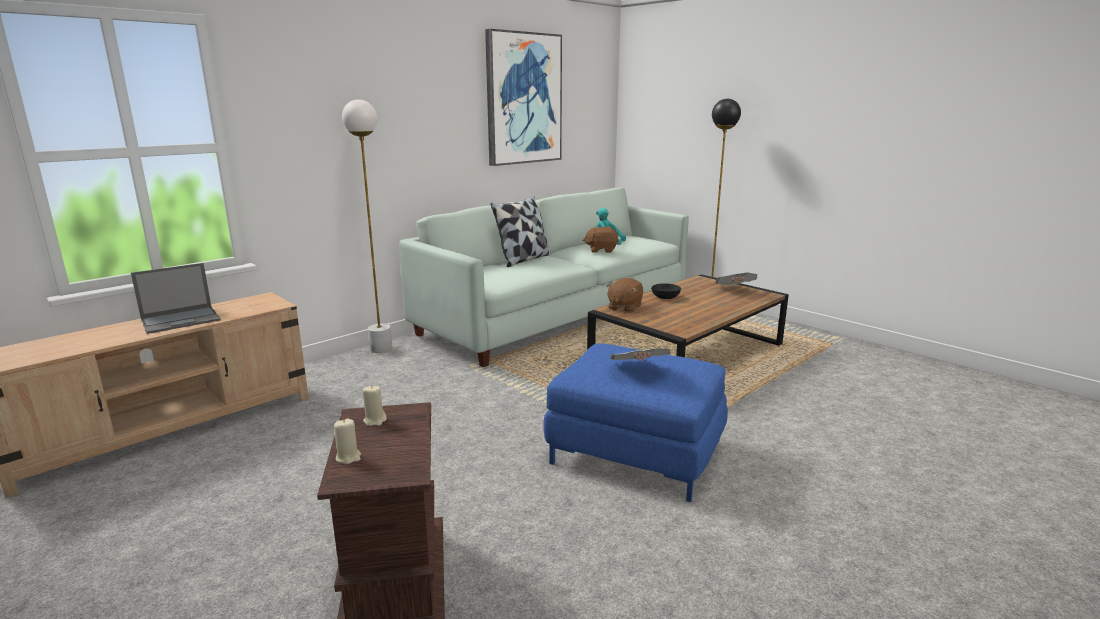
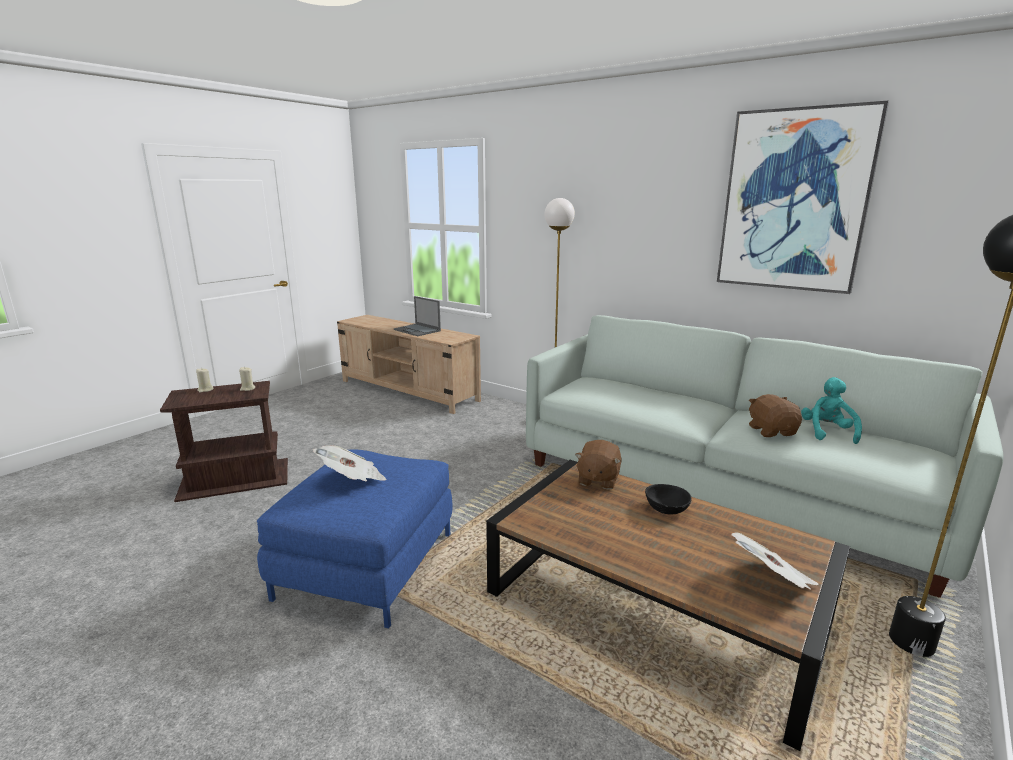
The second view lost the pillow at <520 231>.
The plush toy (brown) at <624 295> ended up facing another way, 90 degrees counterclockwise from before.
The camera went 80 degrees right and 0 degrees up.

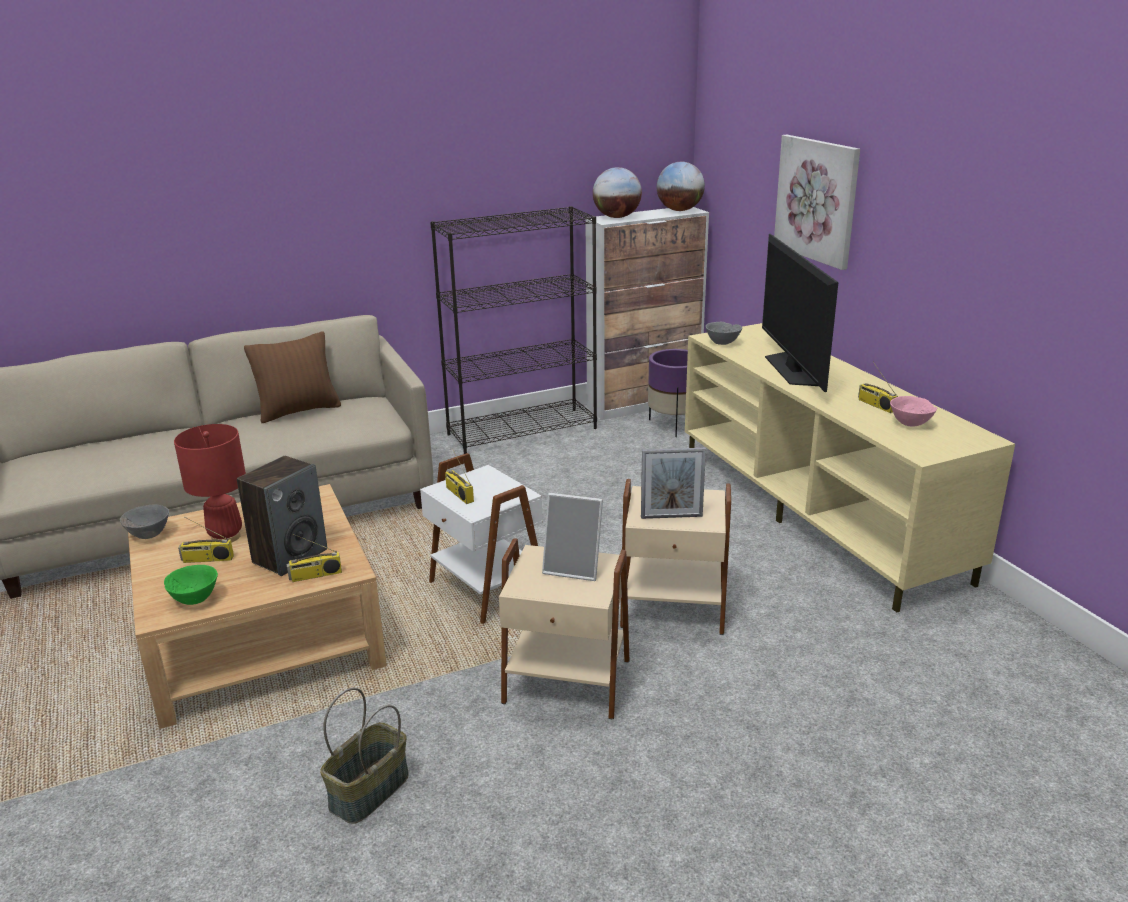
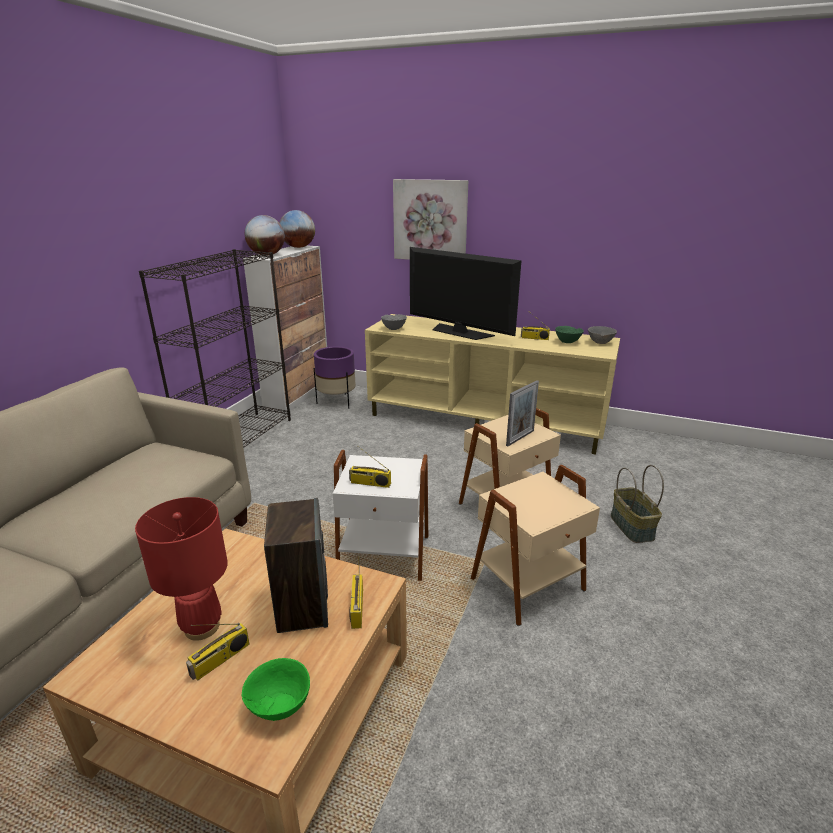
The bowl (grey) ended up elsewhere, having gone from <144 522> to <602 335>.
The second view lost the pillow (brown) at <292 377>.
The radio at <314 558> ended up facing another way, 150 degrees clockwise from before.
The basket ended up elsewhere, having gone from <364 756> to <637 504>.
The second view lost the picture frame at <572 537>.
What was the bowl (pink) at <913 411> turned into the bowl (green) at <569 334>.
The camera went 45 degrees left and 0 degrees up.

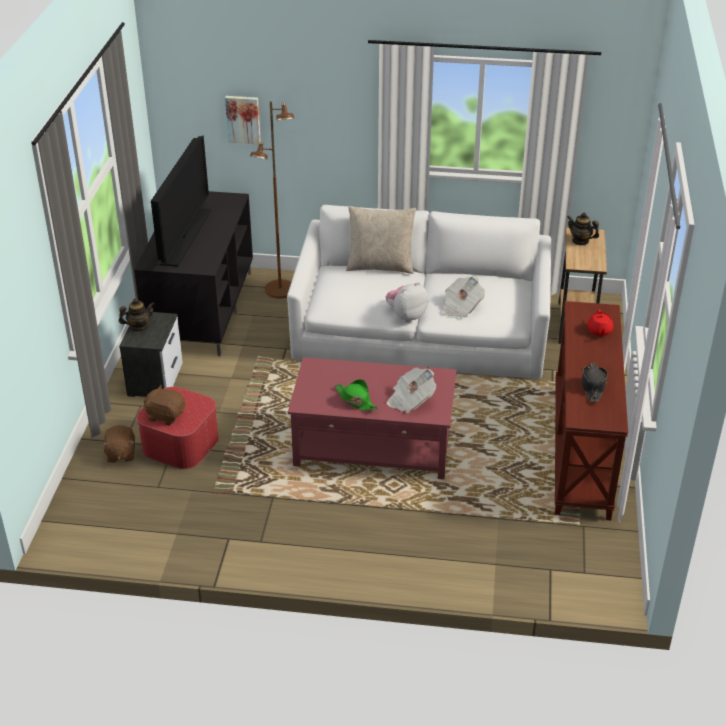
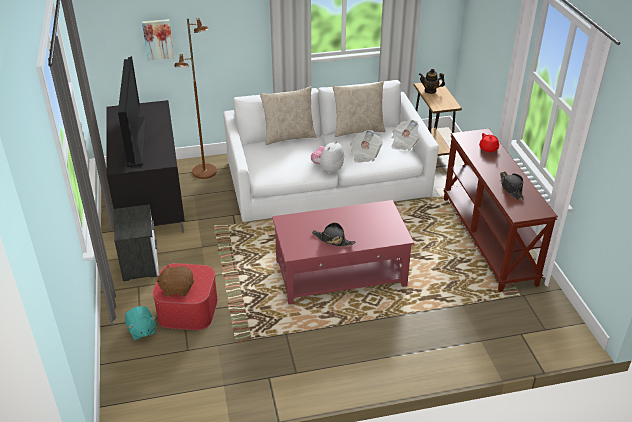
What was the plush toy (brown) at <118 444> turned into the plush toy (turquoise) at <140 323>.
The second view lost the teapot at <137 314>.
What was the hat (green) at <356 395> turned into the hat (black) at <333 234>.
The newspaper ended up elsewhere, having gone from <411 390> to <405 135>.
The second view gained the pillow (beige) at <359 109>.
The camera went 20 degrees left and 0 degrees up.

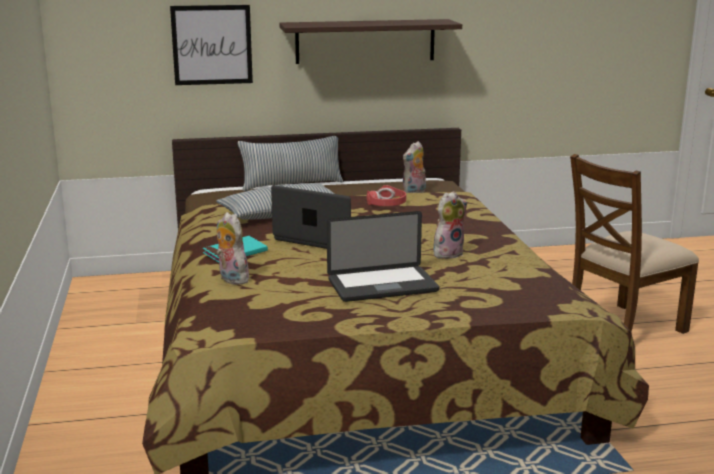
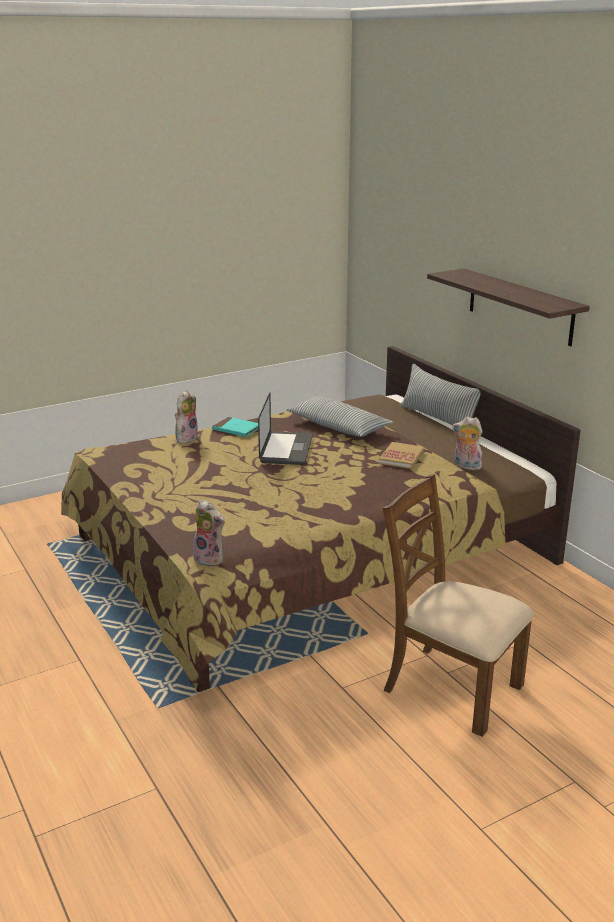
The second view lost the picture at <211 45>.
The second view lost the laptop at <383 256>.
Where the headphones (red) stood at <386 195>, the book came to stand at <401 455>.
The plush toy ended up elsewhere, having gone from <450 225> to <209 533>.
The camera went 70 degrees right and 5 degrees up.

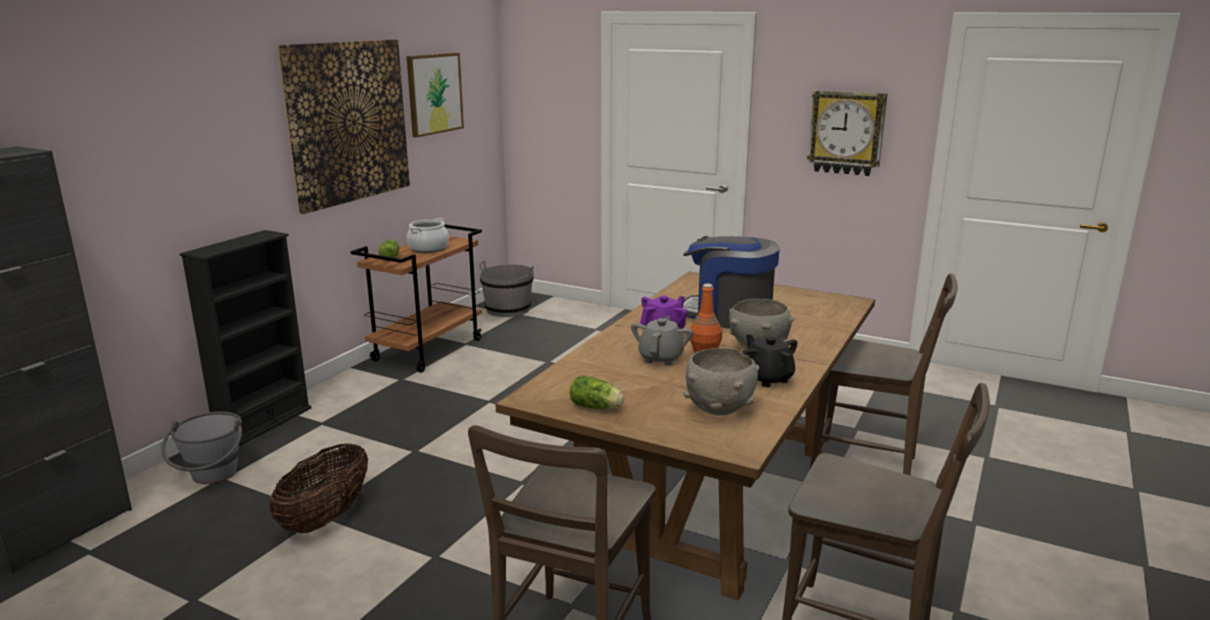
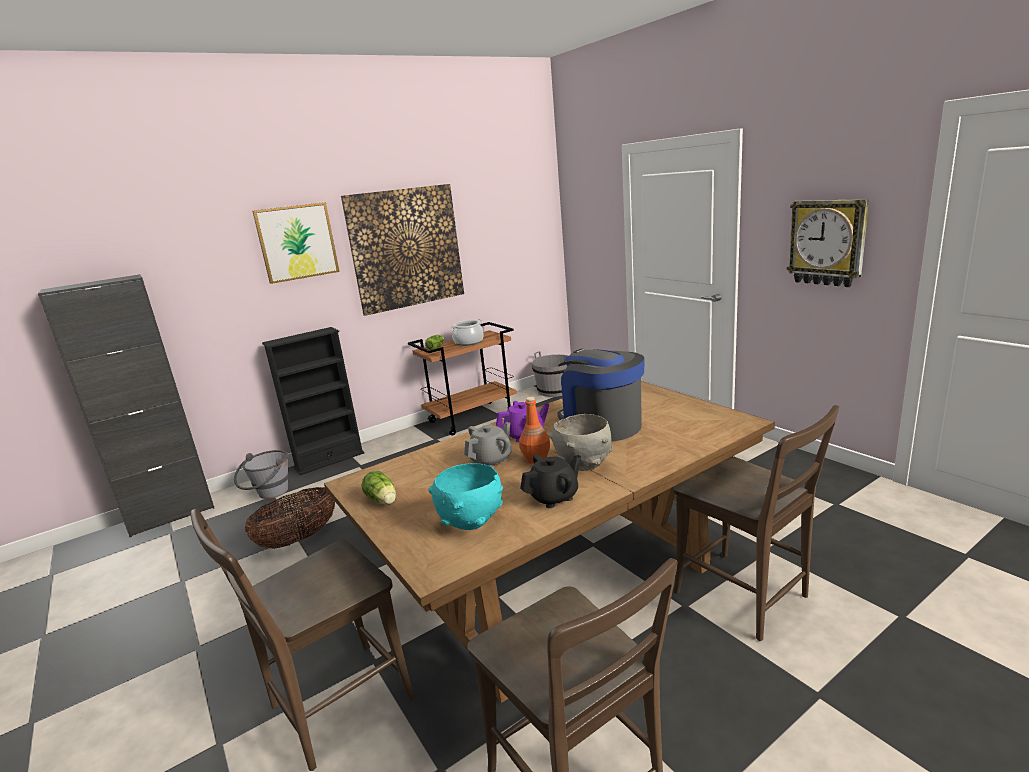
The picture ended up elsewhere, having gone from <435 95> to <296 243>.
What was the bowl (grey) at <721 381> turned into the bowl (turquoise) at <466 496>.
The teapot (black) at <769 360> ended up facing another way, 60 degrees clockwise from before.
The camera went 30 degrees right and 0 degrees up.

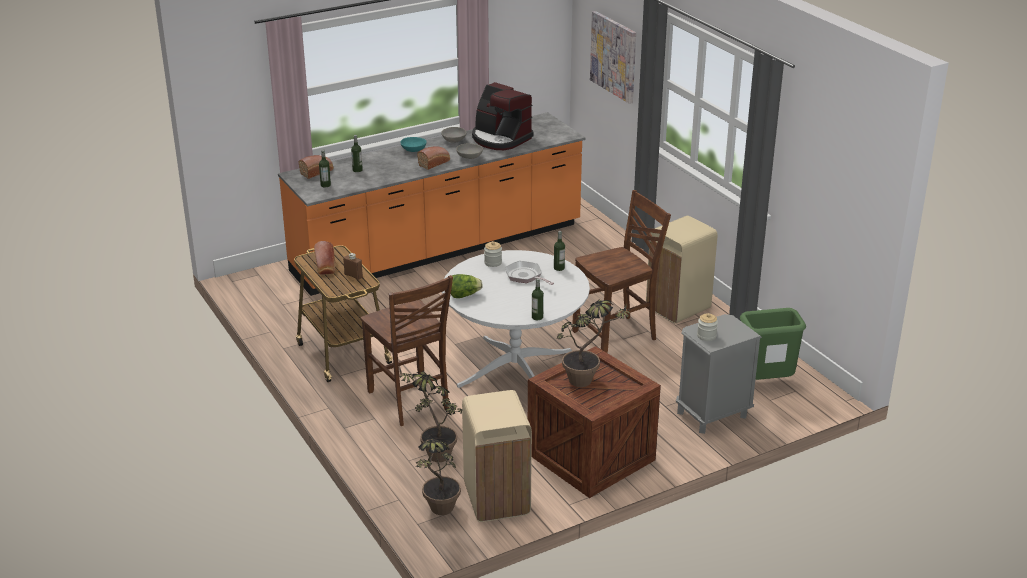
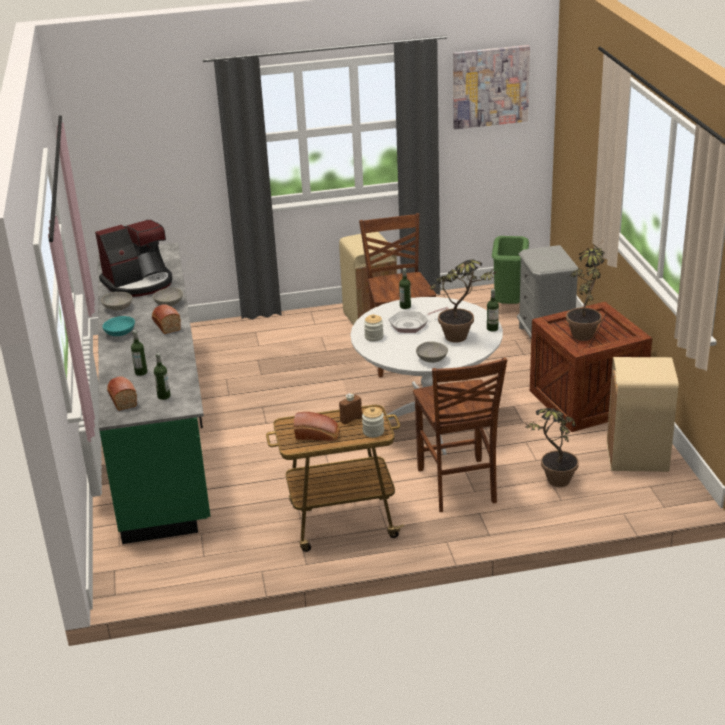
What was the counter (orange) at <432 204> turned into the counter (green) at <154 393>.
The chair (brown) at <407 350> ended up facing another way, 90 degrees clockwise from before.
The potted plant ended up elsewhere, having gone from <438 476> to <463 301>.
Where the lettuce stood at <467 286>, the bowl (grey) came to stand at <432 352>.
The picture ended up elsewhere, having gone from <613 57> to <491 87>.
The jar ended up elsewhere, having gone from <707 327> to <373 422>.
The camera went 70 degrees left and 0 degrees up.

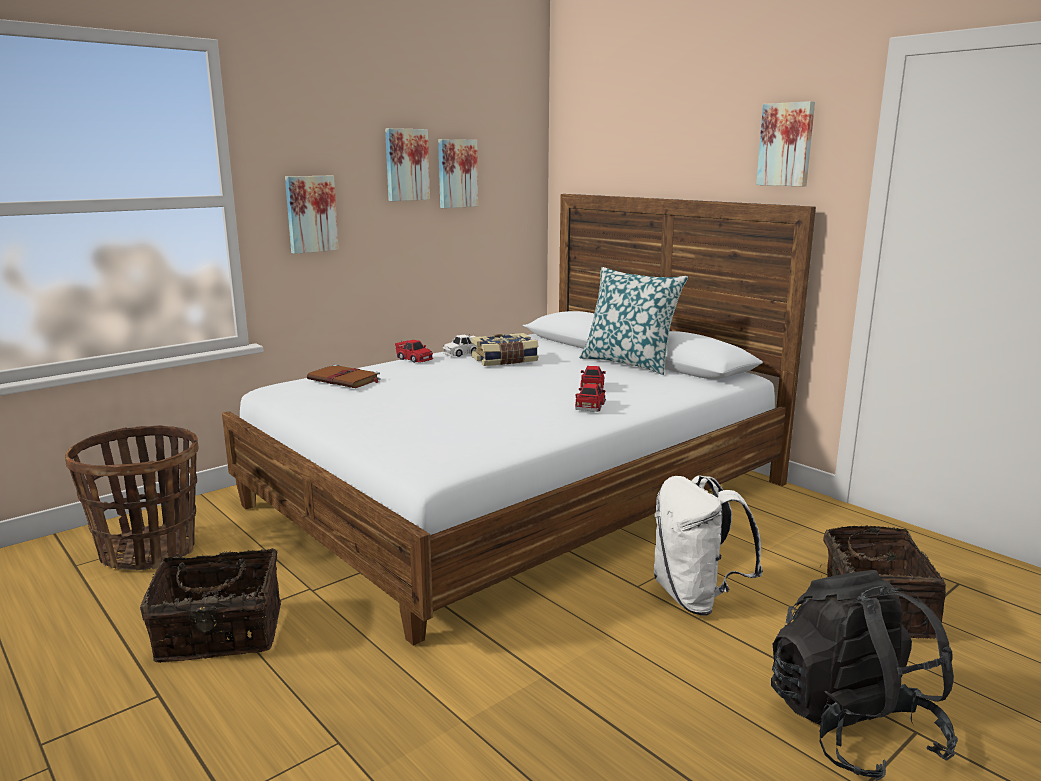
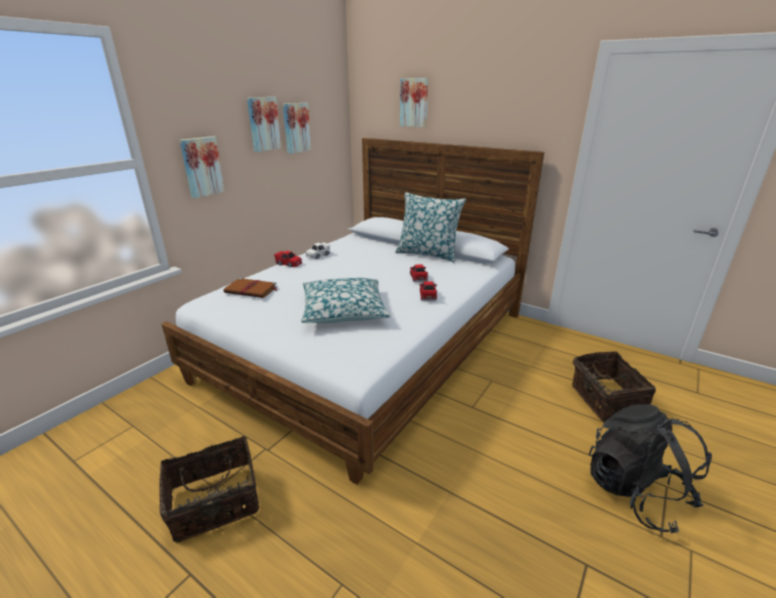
The second view lost the basket at <132 498>.
The second view lost the book at <505 349>.
The second view lost the backpack (white) at <708 545>.
The picture ended up elsewhere, having gone from <785 143> to <414 103>.
The second view gained the pillow at <346 300>.
The camera went 15 degrees left and 10 degrees up.

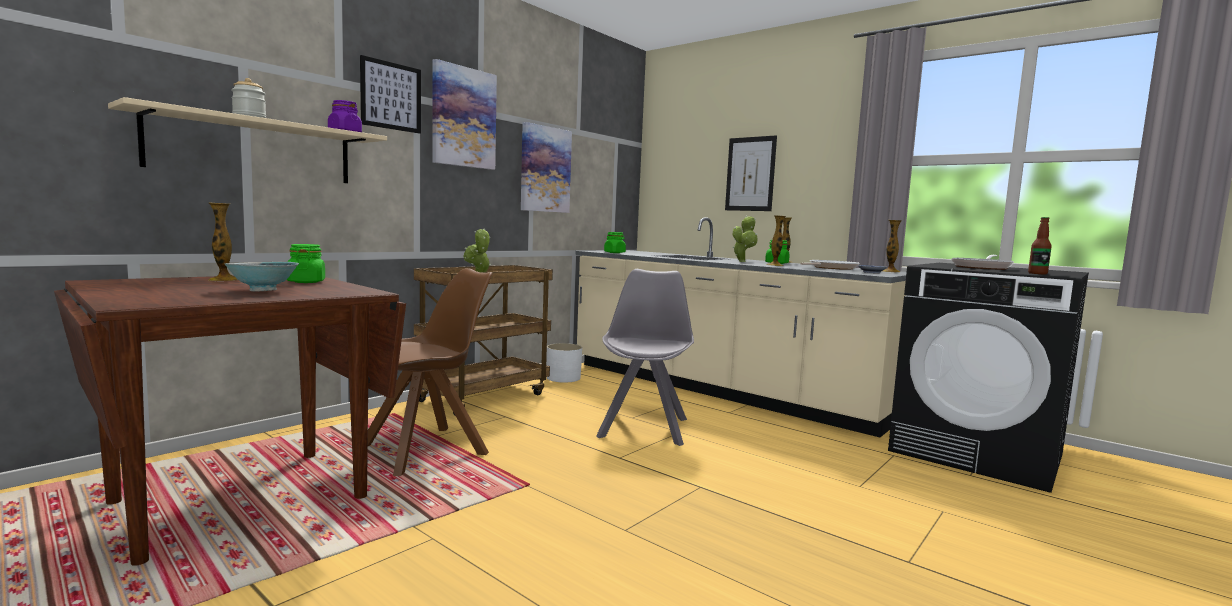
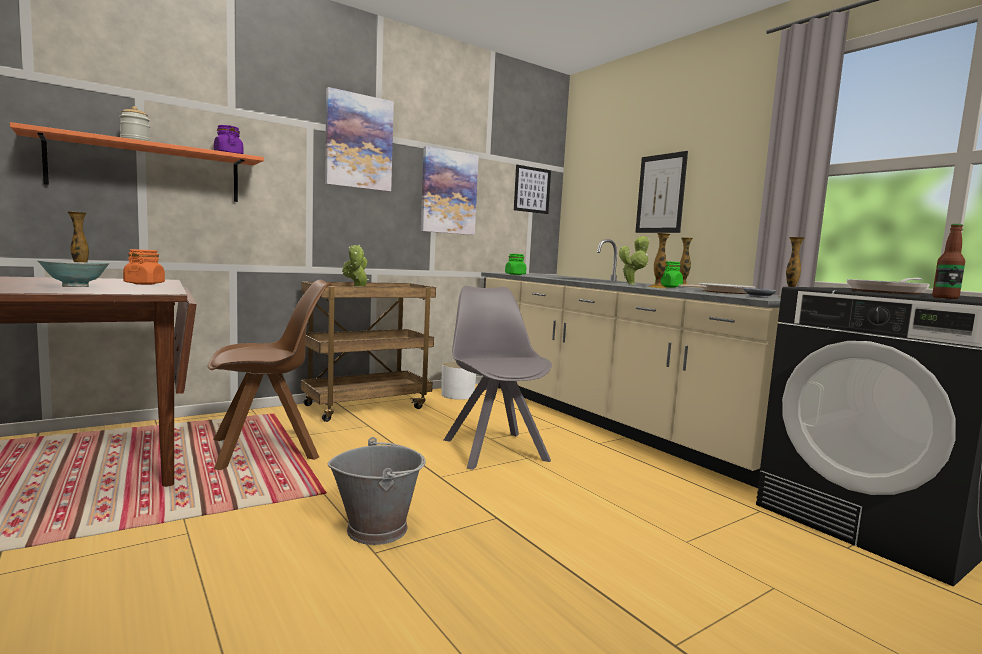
What was the shelf (beige) at <247 140> turned into the shelf (orange) at <137 162>.
What was the jar (green) at <306 263> turned into the jar (orange) at <144 267>.
The picture ended up elsewhere, having gone from <390 94> to <532 189>.
The chair (grey) at <645 357> ended up facing another way, 45 degrees counterclockwise from before.
The second view gained the bucket (grey) at <377 491>.
The camera went 15 degrees right and 0 degrees up.

